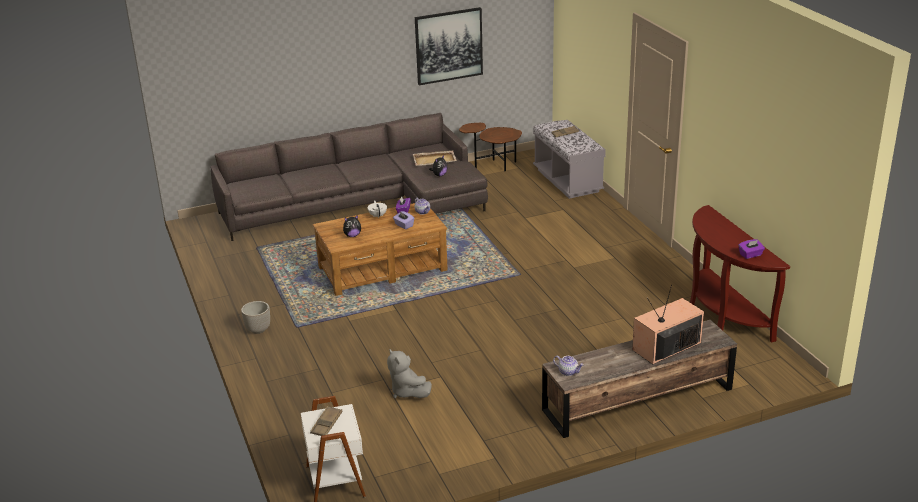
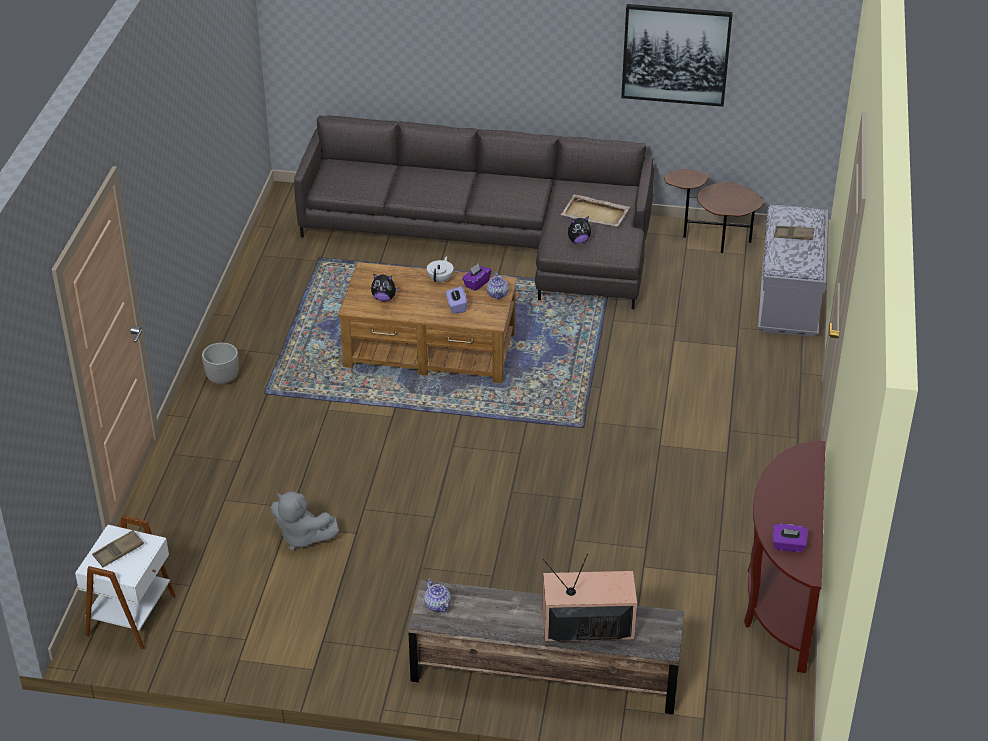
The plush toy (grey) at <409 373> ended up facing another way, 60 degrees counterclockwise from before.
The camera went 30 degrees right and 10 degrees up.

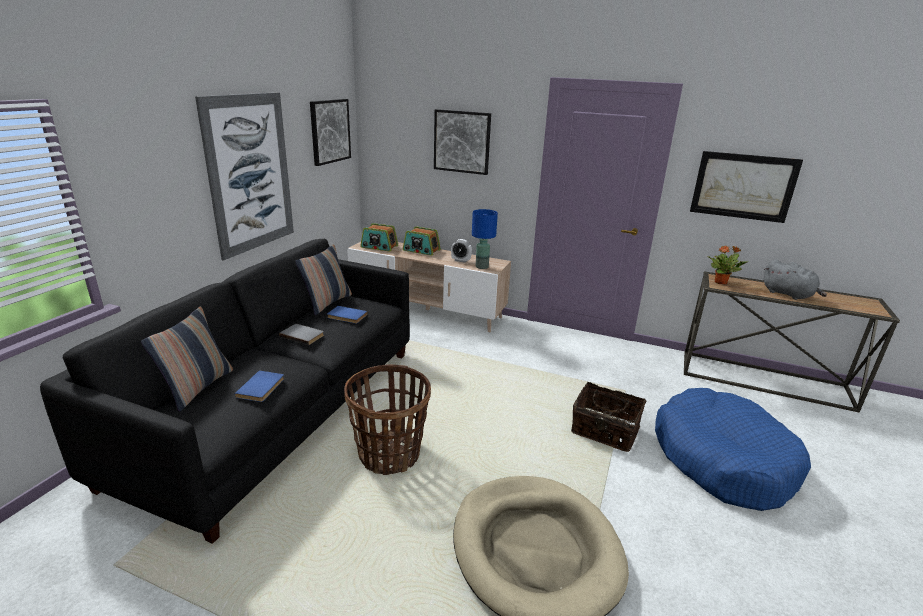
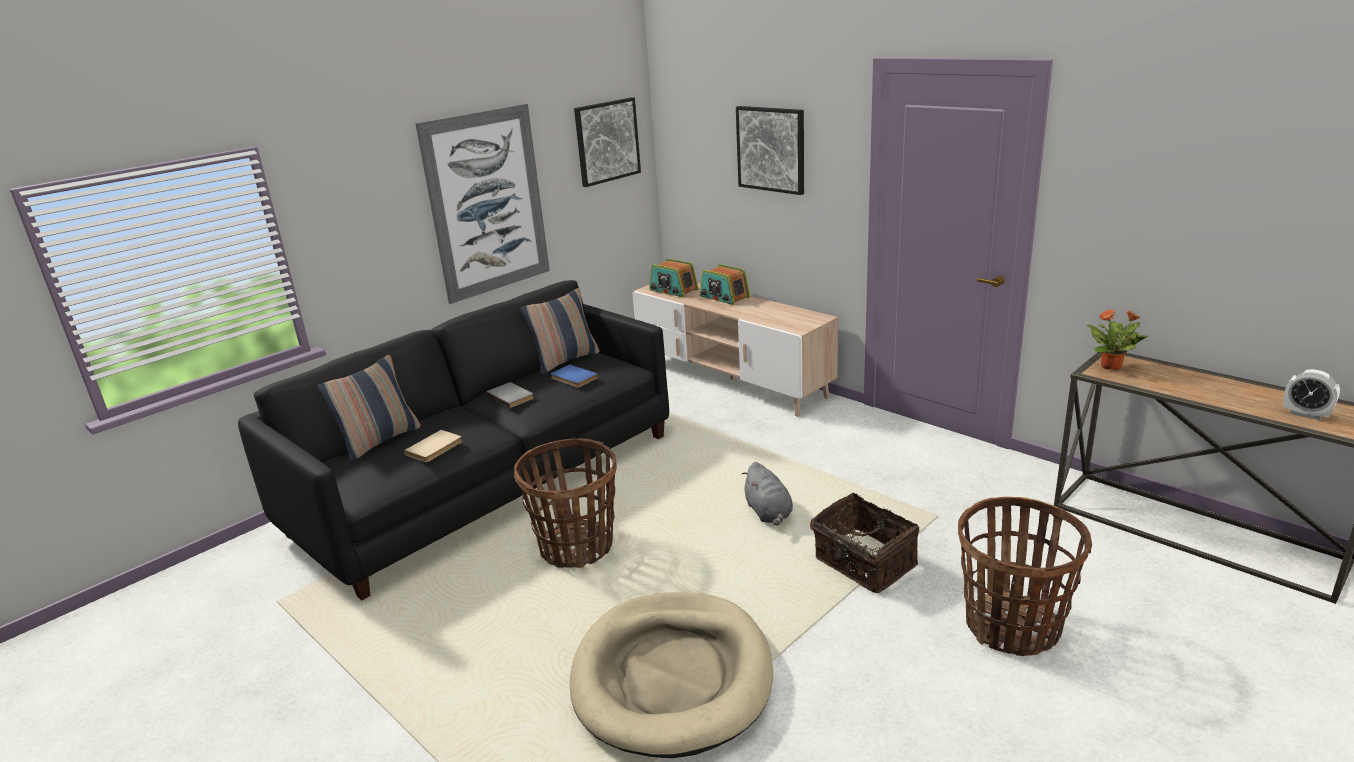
What was the book (blue) at <259 386> turned into the book (beige) at <433 446>.
The alarm clock ended up elsewhere, having gone from <461 251> to <1311 395>.
The second view lost the table lamp (blue) at <485 239>.
Where the dog bed (blue) stood at <733 449>, the basket came to stand at <1025 576>.
The second view lost the picture at <746 187>.
The plush toy (grey) ended up elsewhere, having gone from <795 279> to <767 494>.
The camera went 25 degrees right and 0 degrees up.

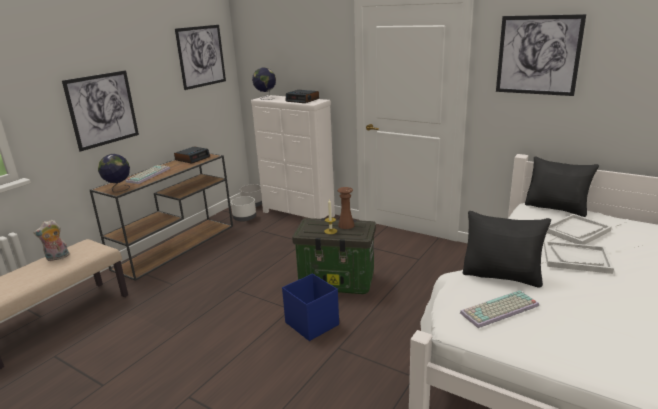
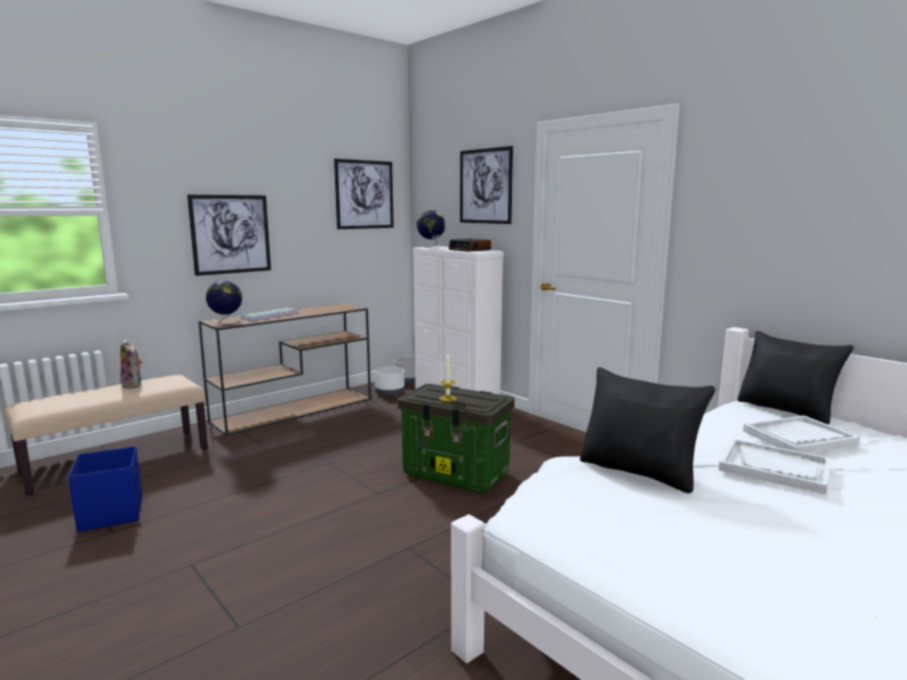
The plush toy at <51 240> ended up facing another way, 120 degrees counterclockwise from before.
The second view lost the alarm clock at <192 155>.
The storage box (blue) ended up elsewhere, having gone from <310 307> to <105 489>.
The second view lost the vase (brown) at <346 208>.
The second view lost the keyboard at <499 309>.
The picture ended up elsewhere, having gone from <541 55> to <486 185>.
The camera went 15 degrees right and 10 degrees down.

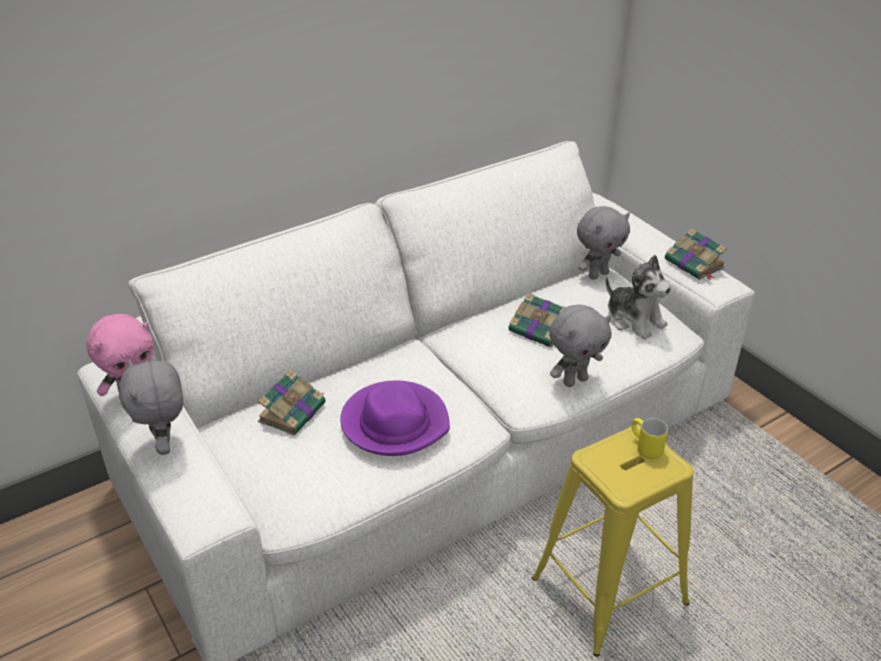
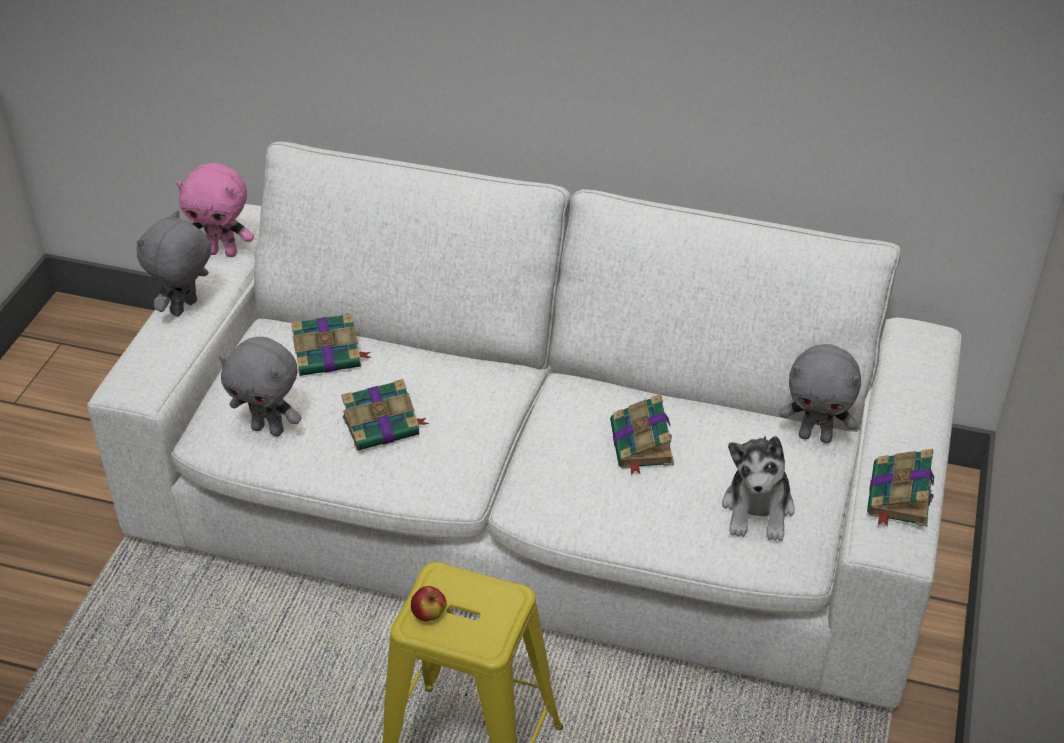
Where the hat (purple) stood at <395 418>, the book came to stand at <385 415>.
The plush toy (grey) ended up elsewhere, having gone from <580 346> to <260 386>.
The second view lost the mug (yellow) at <650 438>.
The second view gained the apple at <429 603>.
The camera went 50 degrees right and 5 degrees up.

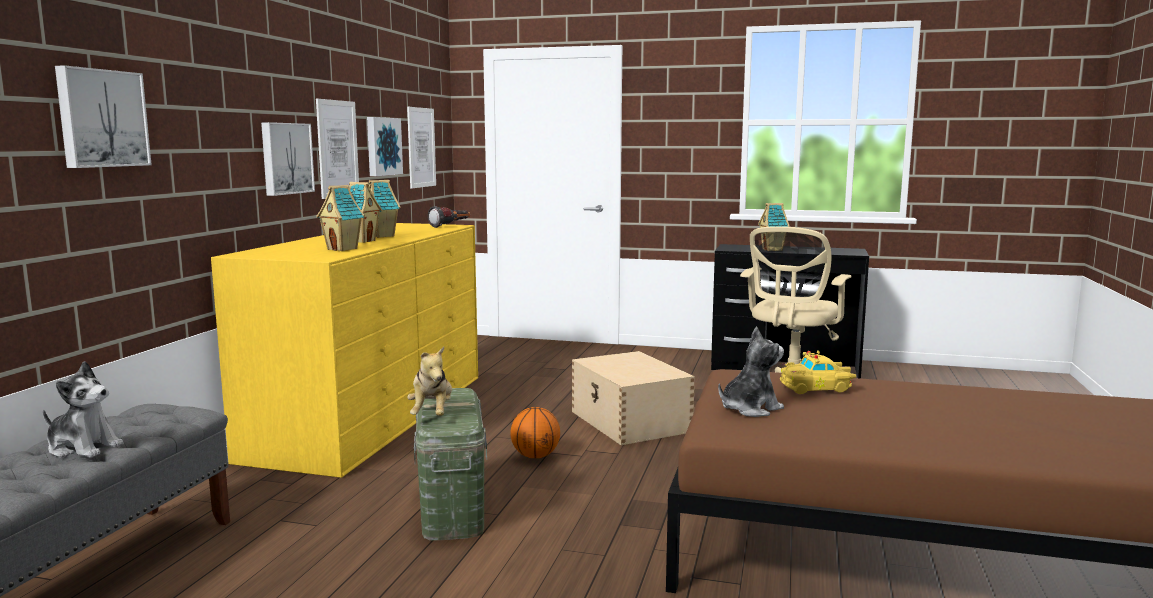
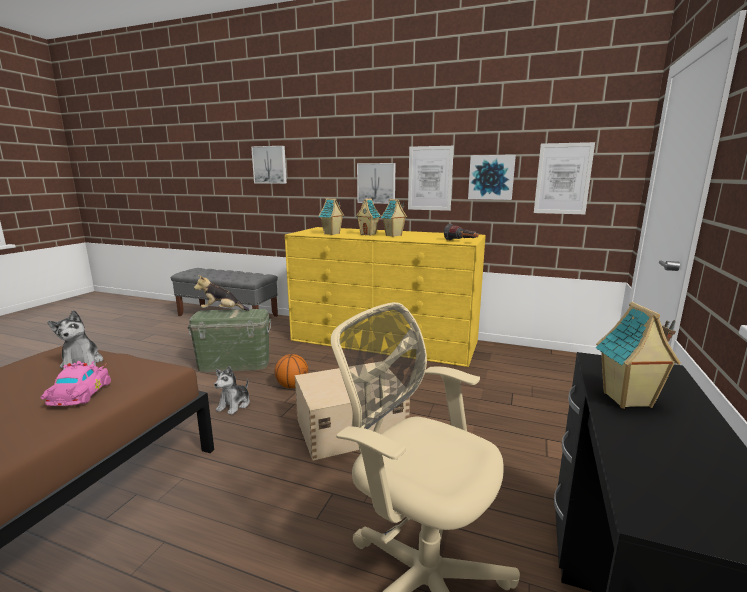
The plush toy ended up elsewhere, having gone from <83 409> to <232 390>.
What was the toy car (yellow) at <818 372> turned into the toy car (pink) at <76 383>.
The camera went 95 degrees right and 5 degrees up.

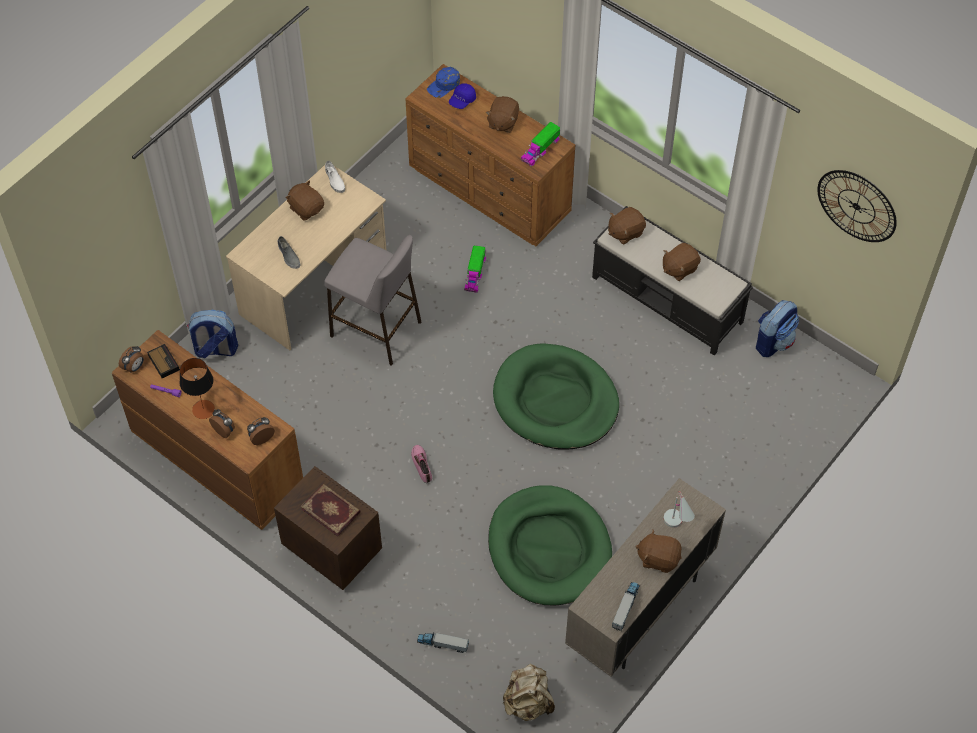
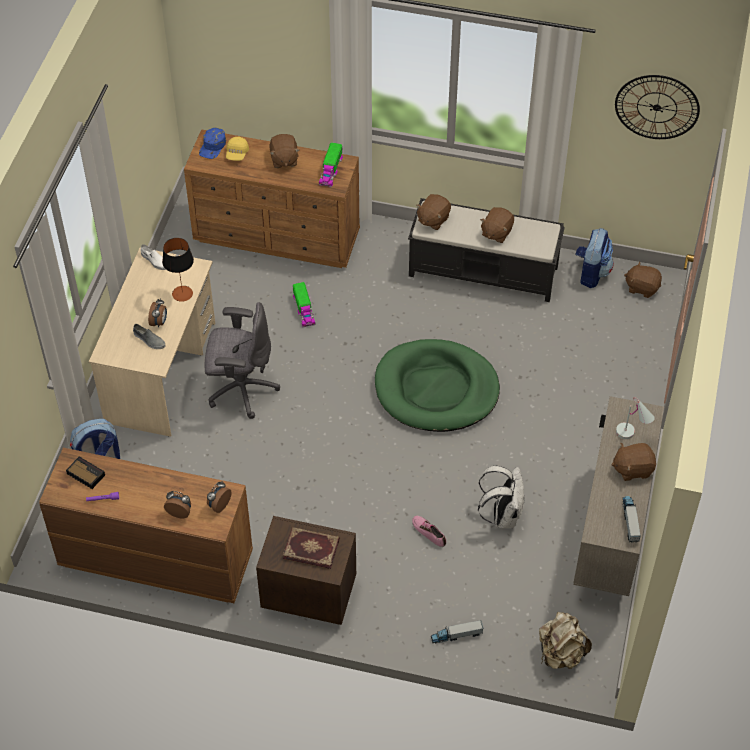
The alarm clock ended up elsewhere, having gone from <131 359> to <157 313>.
The table lamp ended up elsewhere, having gone from <197 388> to <178 270>.
The plush toy (brown) ended up elsewhere, having gone from <305 200> to <643 279>.
Where the stool (grey) stood at <372 300>, the office chair (grey) came to stand at <242 360>.
The shoe ended up elsewhere, having gone from <421 464> to <429 531>.
What was the cap (blue) at <462 96> turned into the cap (yellow) at <237 149>.
Where the dog bed (green) stood at <550 545>, the backpack (white) came to stand at <501 497>.
The camera went 25 degrees left and 5 degrees down.

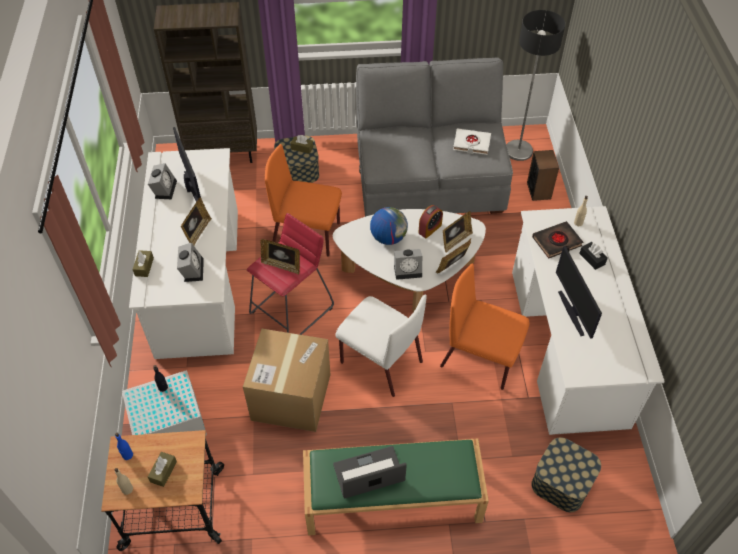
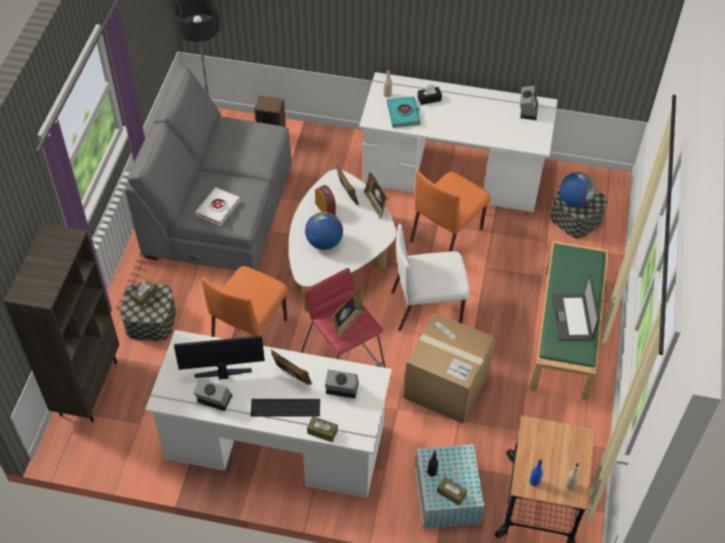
The tissue box (brown) ended up elsewhere, having gone from <162 469> to <452 491>.
The chair (white) at <381 345> ended up facing another way, 150 degrees counterclockwise from before.
The alarm clock ended up elsewhere, having gone from <408 264> to <529 103>.
The book (white) ended up elsewhere, having gone from <472 141> to <217 206>.
What was the book (black) at <557 240> turned into the book (turquoise) at <404 112>.
The second view lost the monitor at <579 292>.
The second view gained the keyboard at <285 408>.
The second view gained the globe at <578 190>.
The camera went 75 degrees left and 0 degrees up.

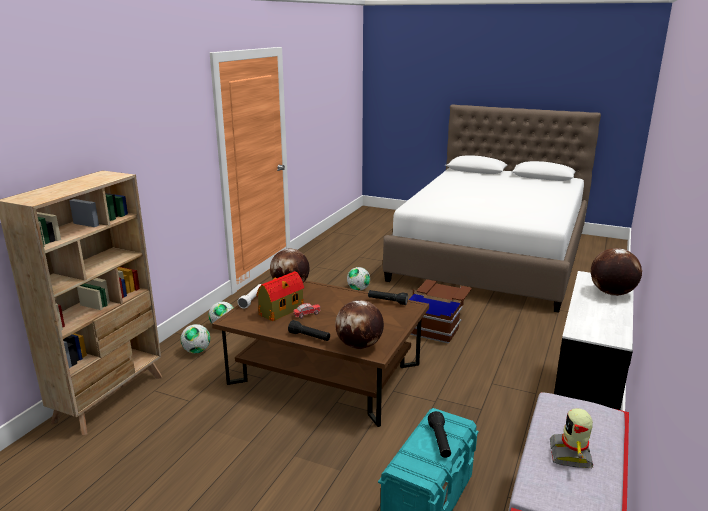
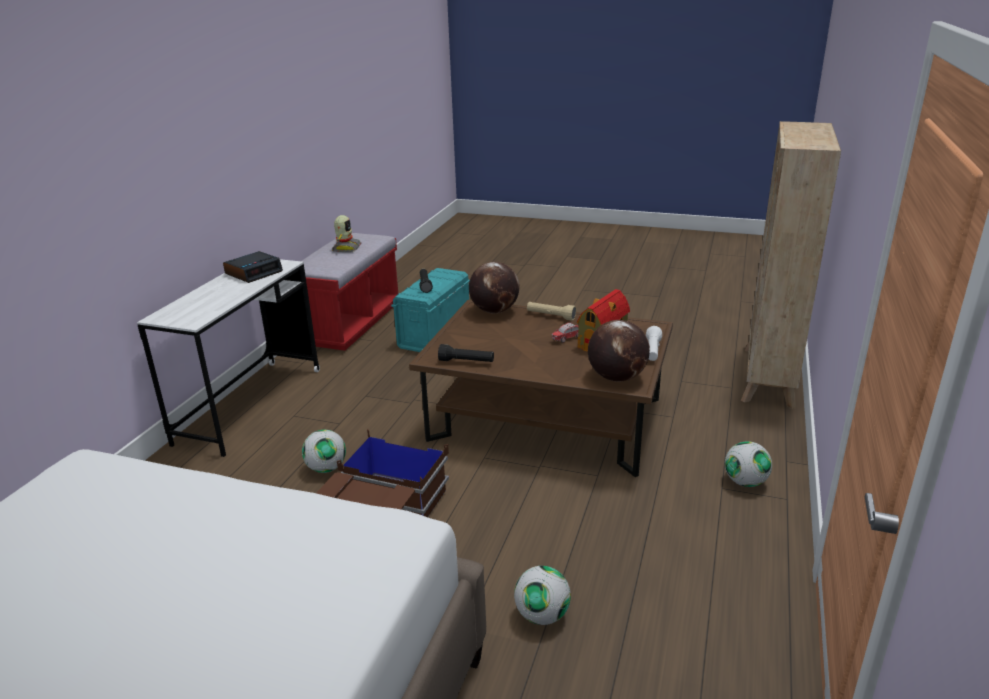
The football ended up elsewhere, having gone from <195 338> to <324 451>.
What was the flashlight (black) at <309 330> turned into the flashlight (beige) at <551 311>.
The second view lost the globe at <616 272>.
The second view gained the alarm clock at <253 267>.
The camera went 175 degrees right and 5 degrees up.

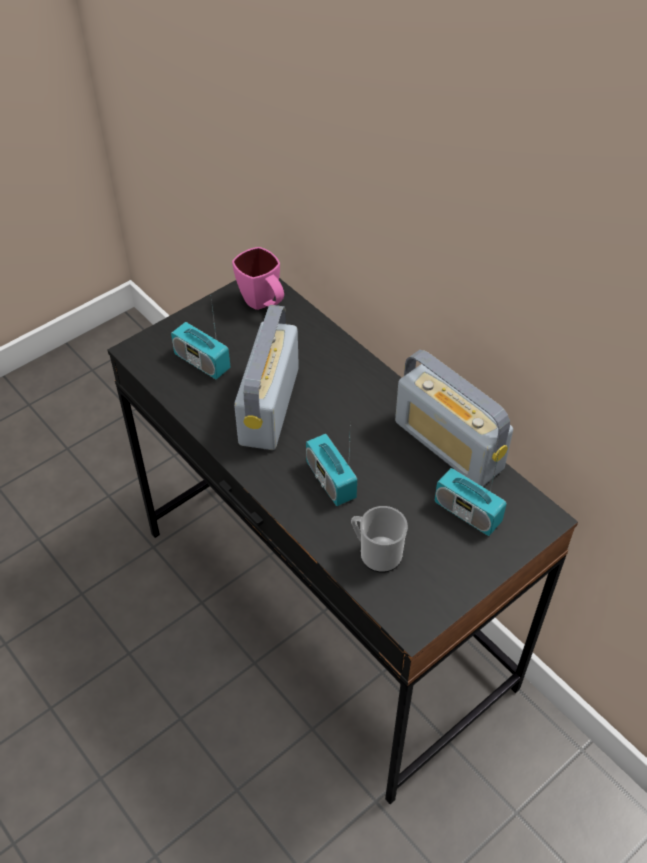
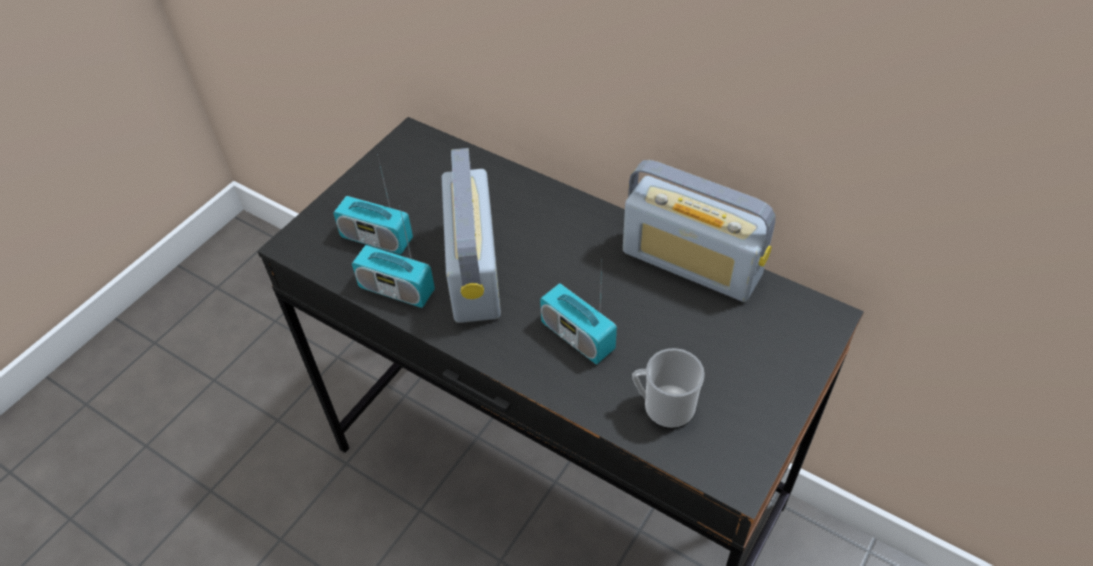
The second view lost the mug (pink) at <258 278>.
The radio ended up elsewhere, having gone from <471 492> to <393 258>.
The camera went 15 degrees left and 0 degrees up.

